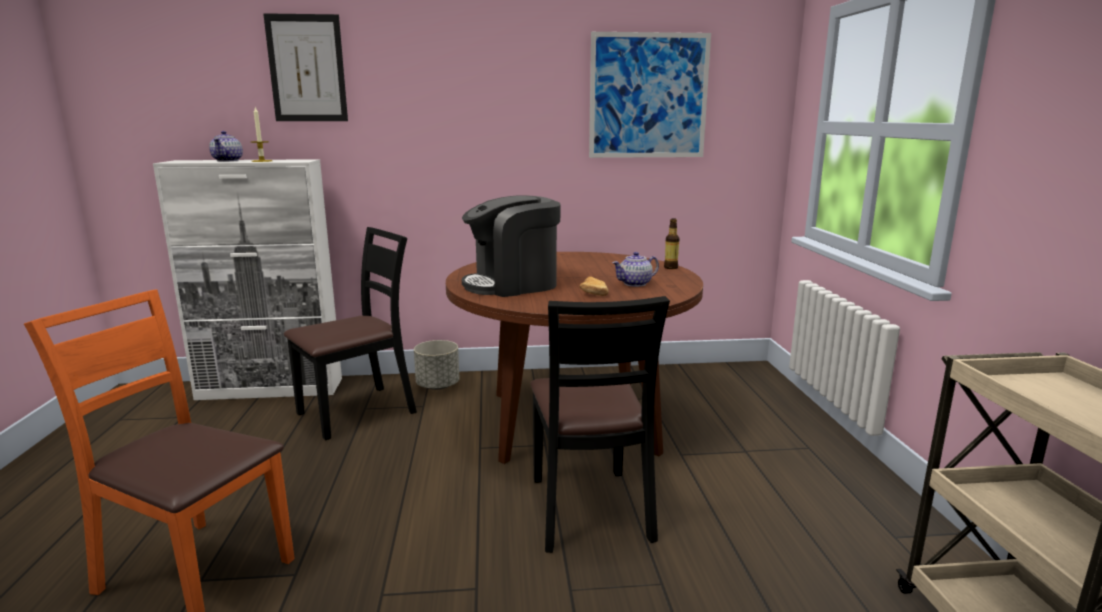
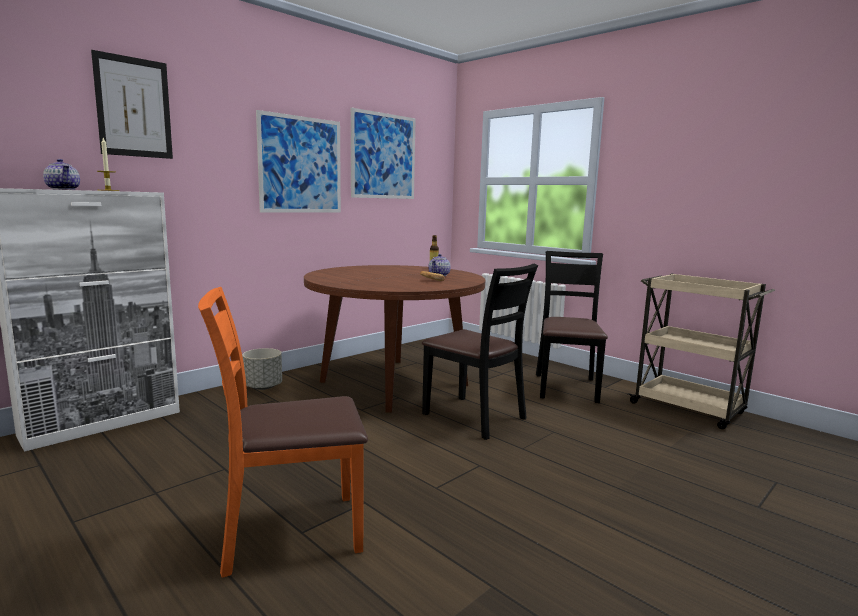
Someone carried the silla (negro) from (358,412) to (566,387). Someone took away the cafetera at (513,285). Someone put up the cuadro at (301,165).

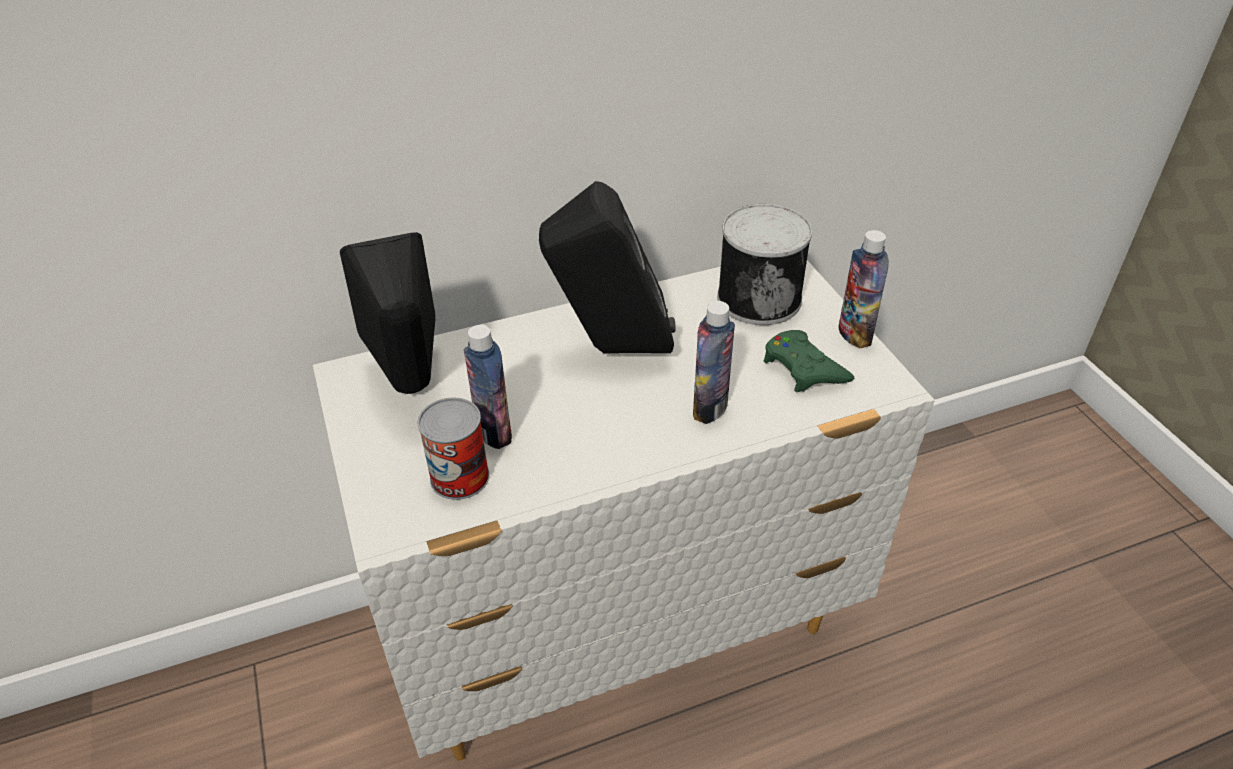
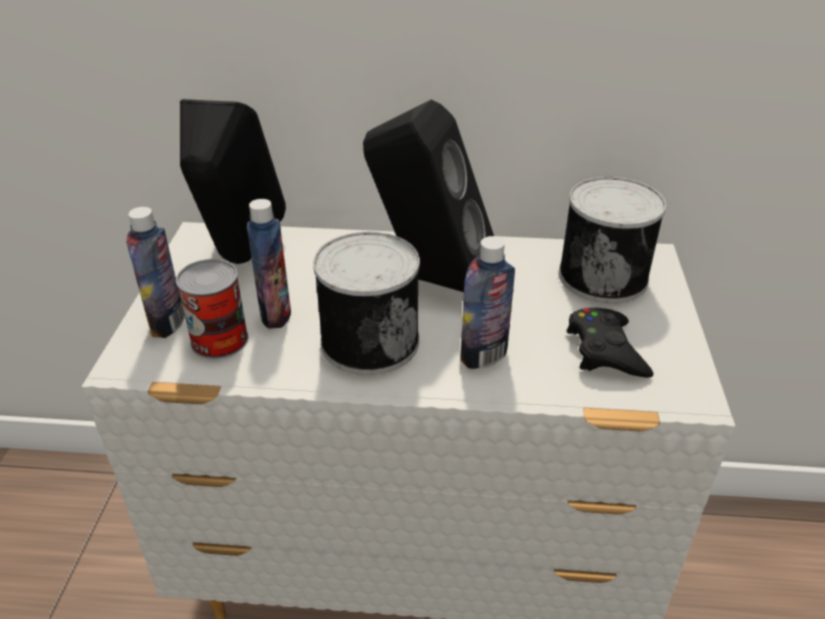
Someone repainted the mando de consola (verde) at (803,368), which became the mando de consola (negro) at (605,350). Someone carried the botella from (854,334) to (167,323). Someone put down the lata at (368,340).

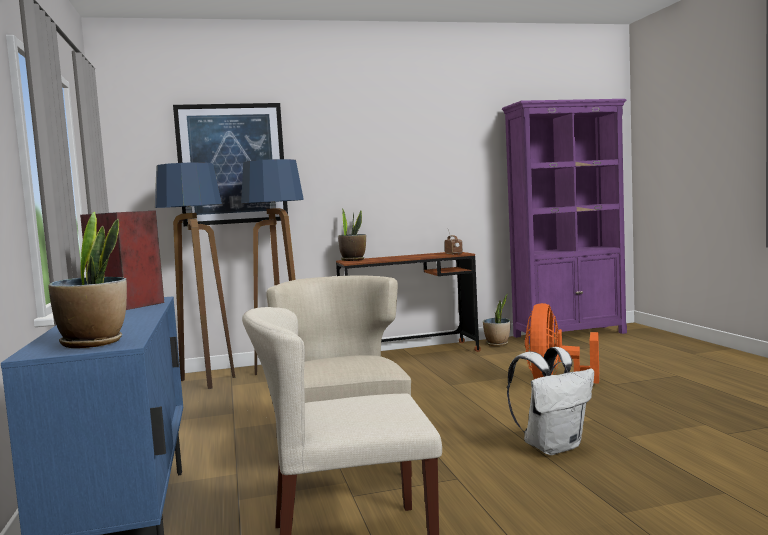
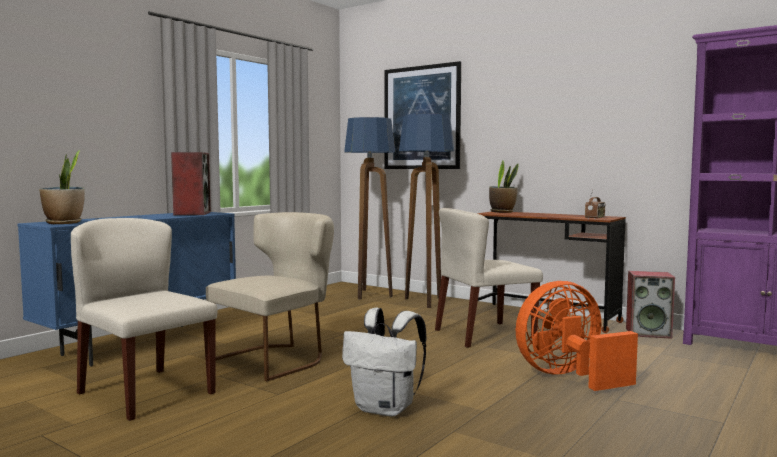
Someone swapped the planta en maceta at (497,344) for the altavoz at (649,333). Someone put down the silla (beis) at (484,334).

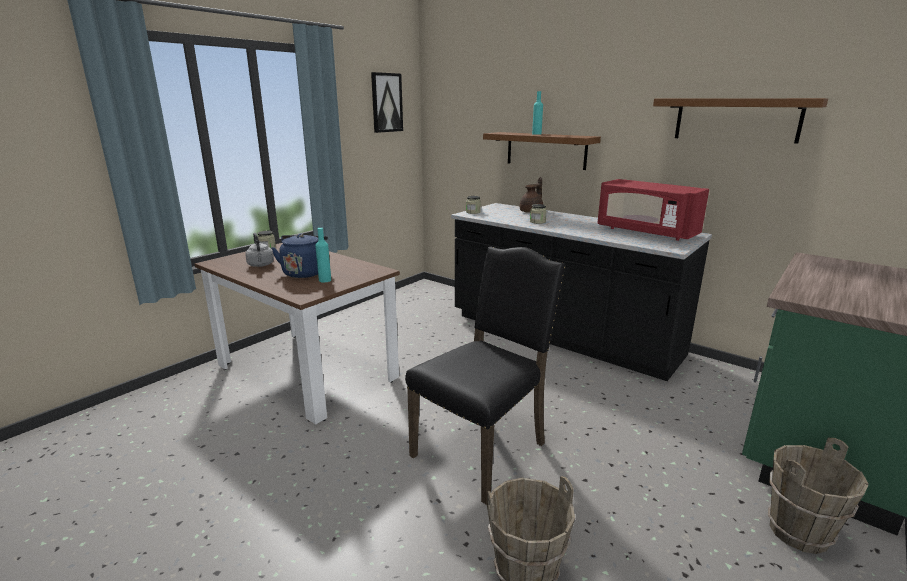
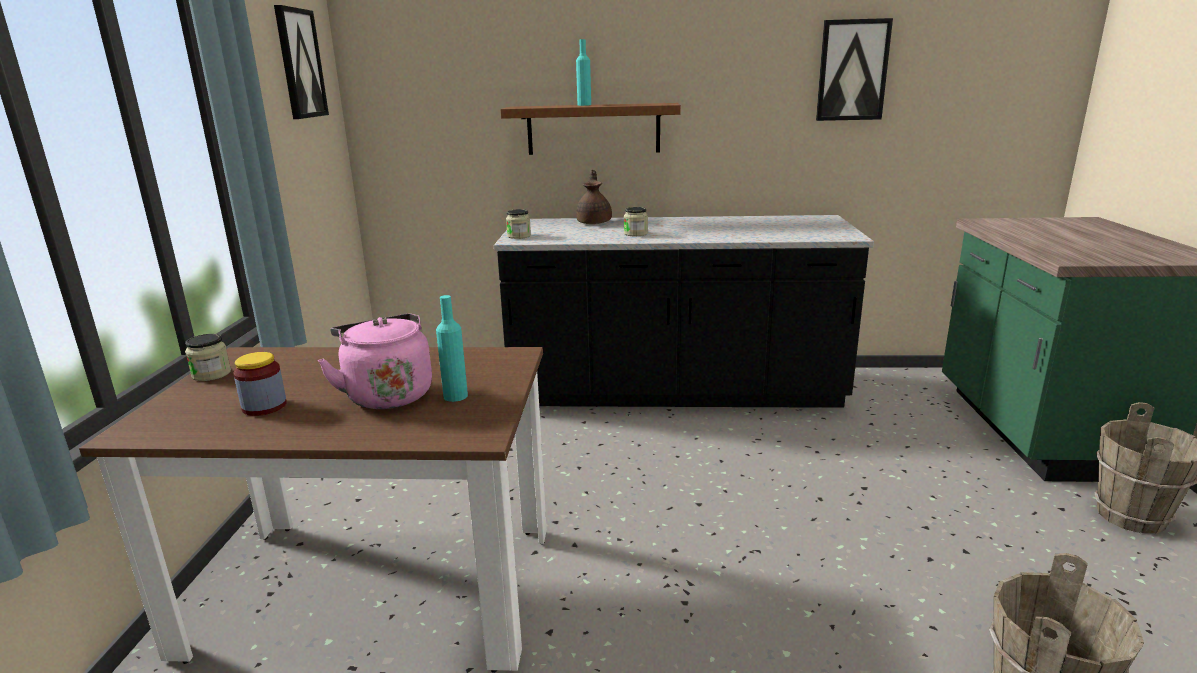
Someone swapped the hervidor (gris) at (261,265) for the tarro at (264,406). Someone repainted the hervidor (azul) at (304,272), which became the hervidor (rosa) at (387,394). Someone took away the silla (negro) at (483,449). Someone took away the microondas (rojo) at (645,232). Someone swapped the estante (marrón) at (736,119) for the cuadro at (852,70).

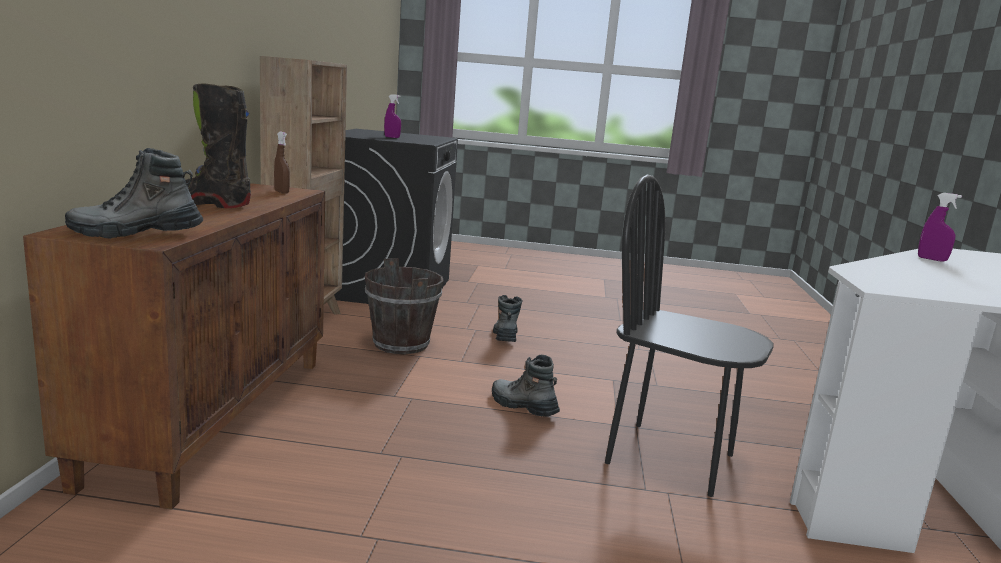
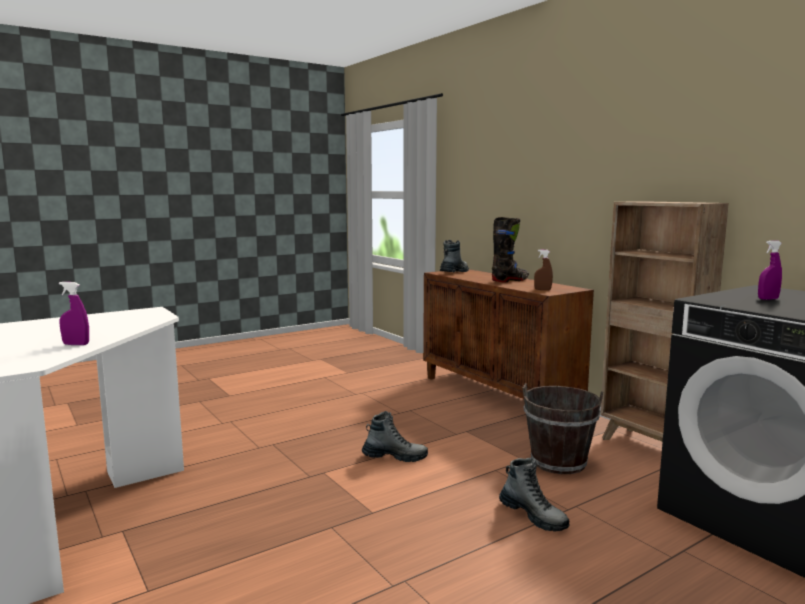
Someone took away the silla (negro) at (670,458).

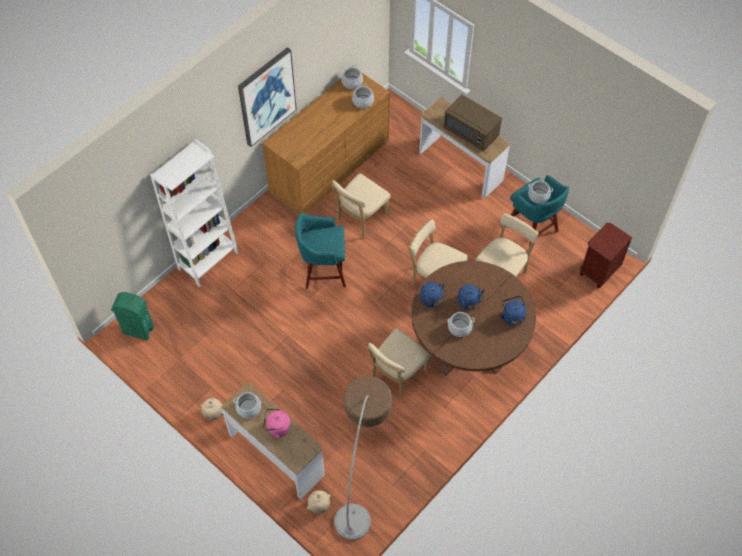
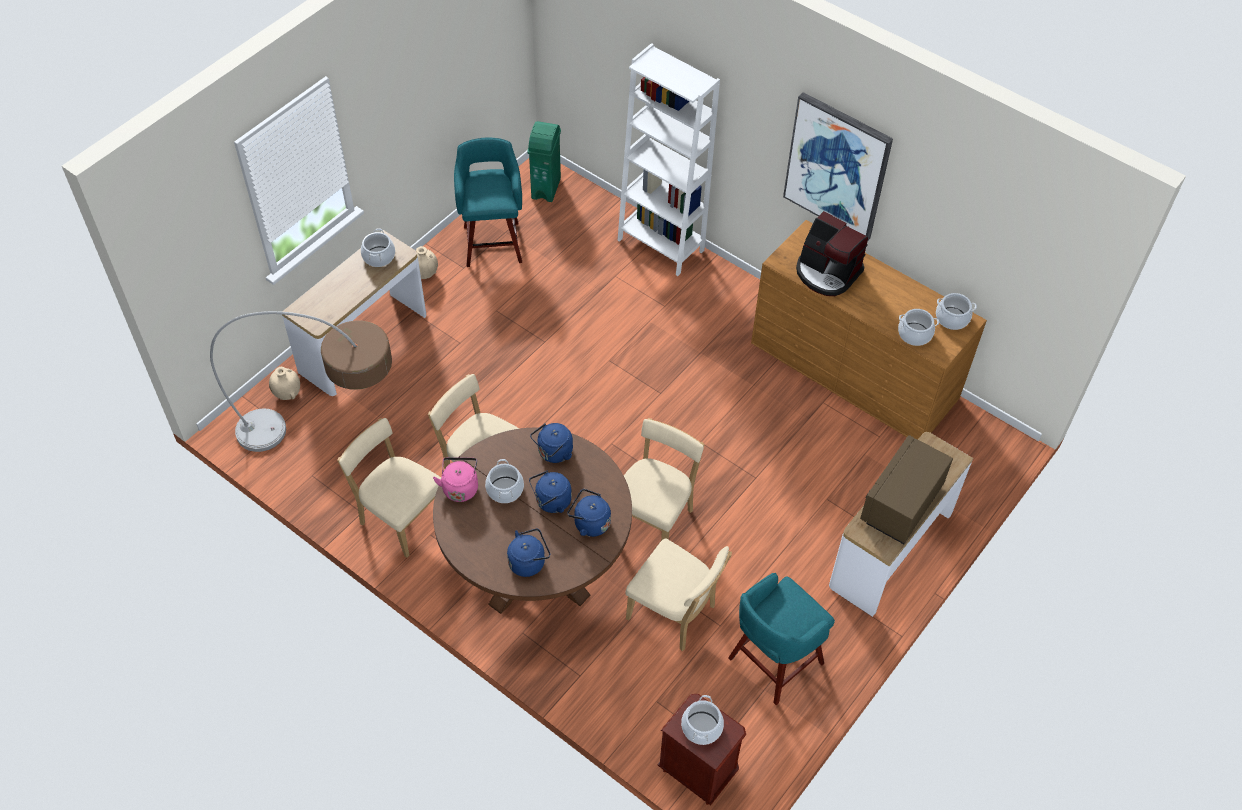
Someone carried the hervidor (rosa) from (277,428) to (460,487). Someone carried the taburete (turquesa) from (323,271) to (492,242). Someone carried the silla (beis) from (360,219) to (400,518). Someone carried the olla from (538,196) to (701,727). Someone put down the hervidor (azul) at (589,523). Someone put down the cafetera at (827,273).

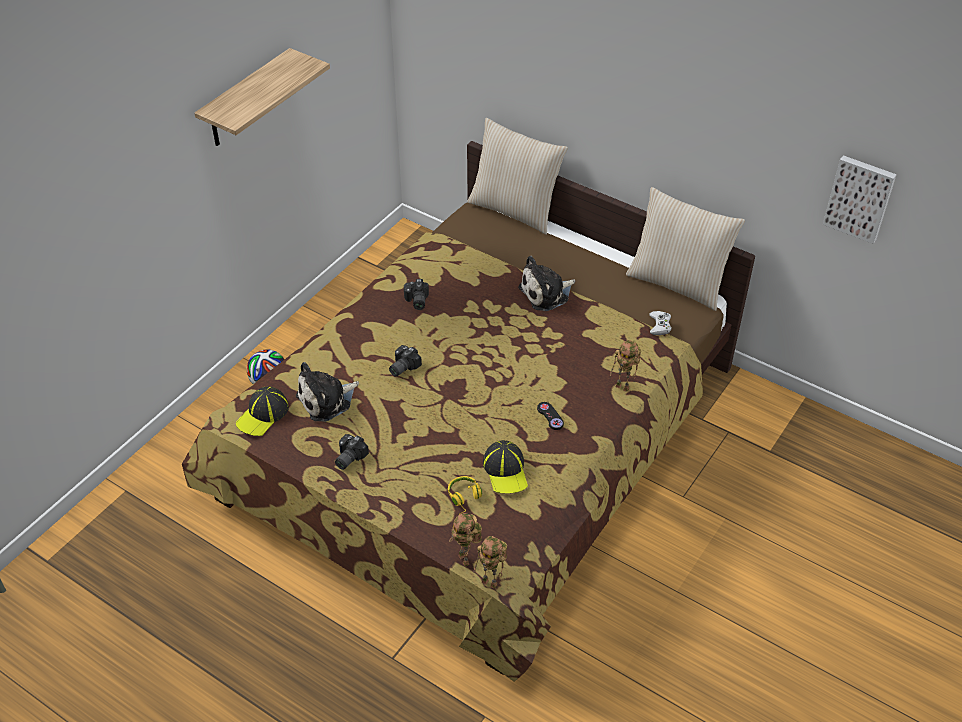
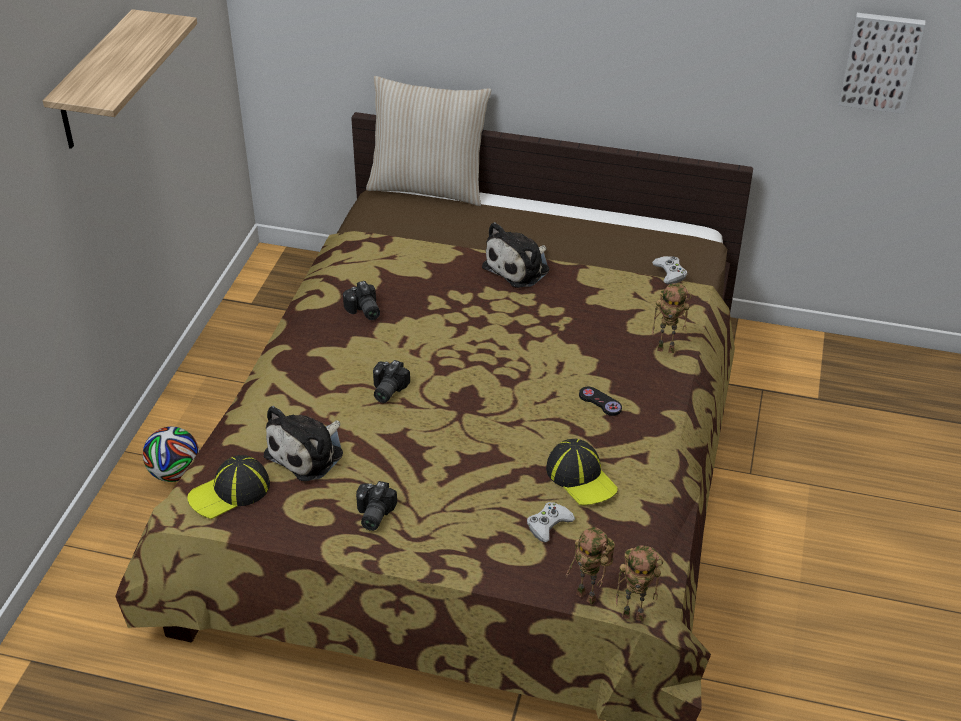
Someone rotated the gorra at (263,415) by 45 degrees clockwise. Someone swapped the auriculares (amarillo) at (464,499) for the mando de consola (blanco) at (548,525). Someone took away the cojín (beis) at (677,283).

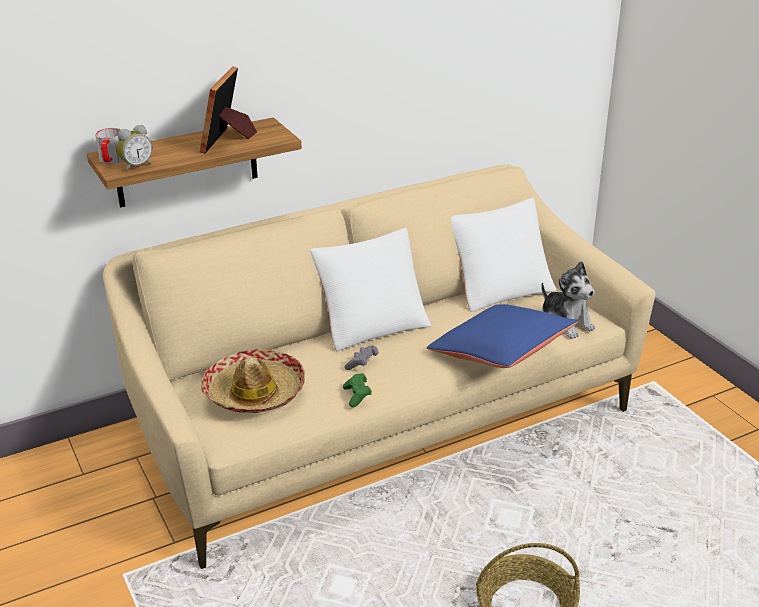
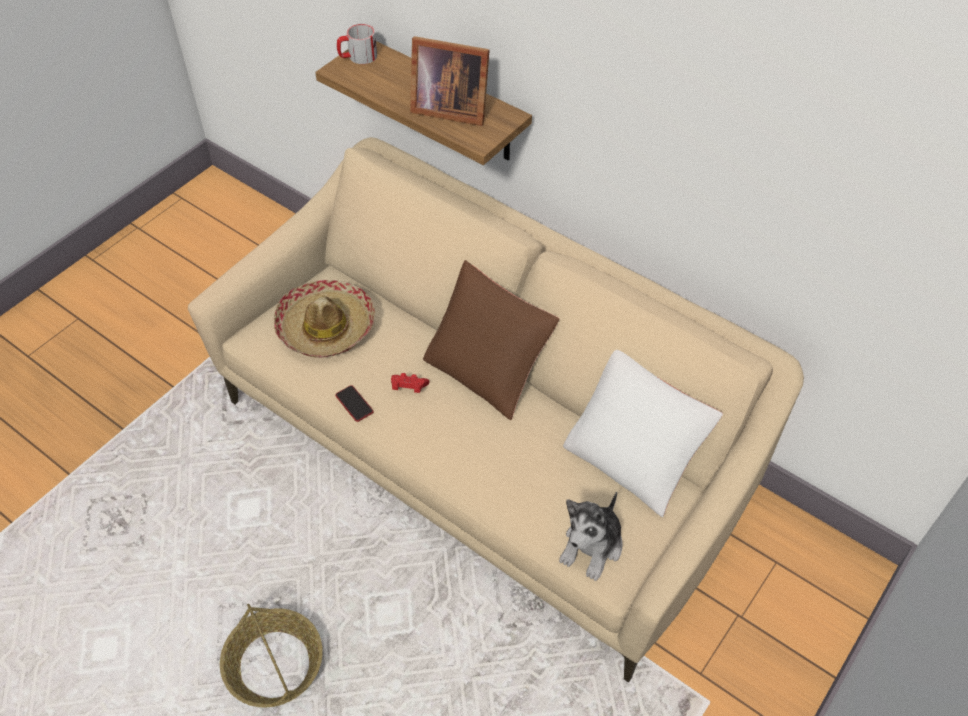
Someone took away the despertador at (136,166). Someone rotated the portarretratos at (228,140) by 150 degrees counterclockwise. Someone repainted the cojín (blanco) at (372,324), which became the cojín (marrón) at (487,369). Someone swapped the mando de consola (verde) at (357,396) for the móvil at (354,404). Someone repainted the mando de consola (gris) at (362,364), which became the mando de consola (rojo) at (408,388). Someone took away the cojín (azul) at (500,353).

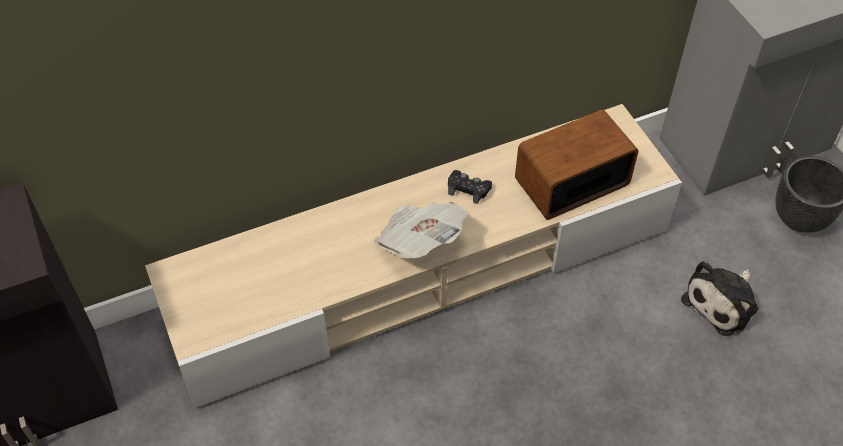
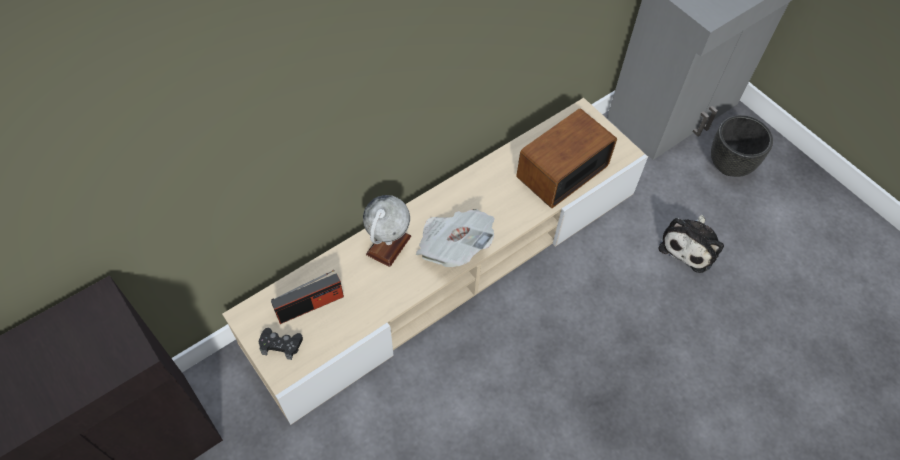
Someone carried the mando de consola (negro) from (468,189) to (281,345). Someone put down the radio at (310,305). Someone put down the globo terráqueo at (388,245).

